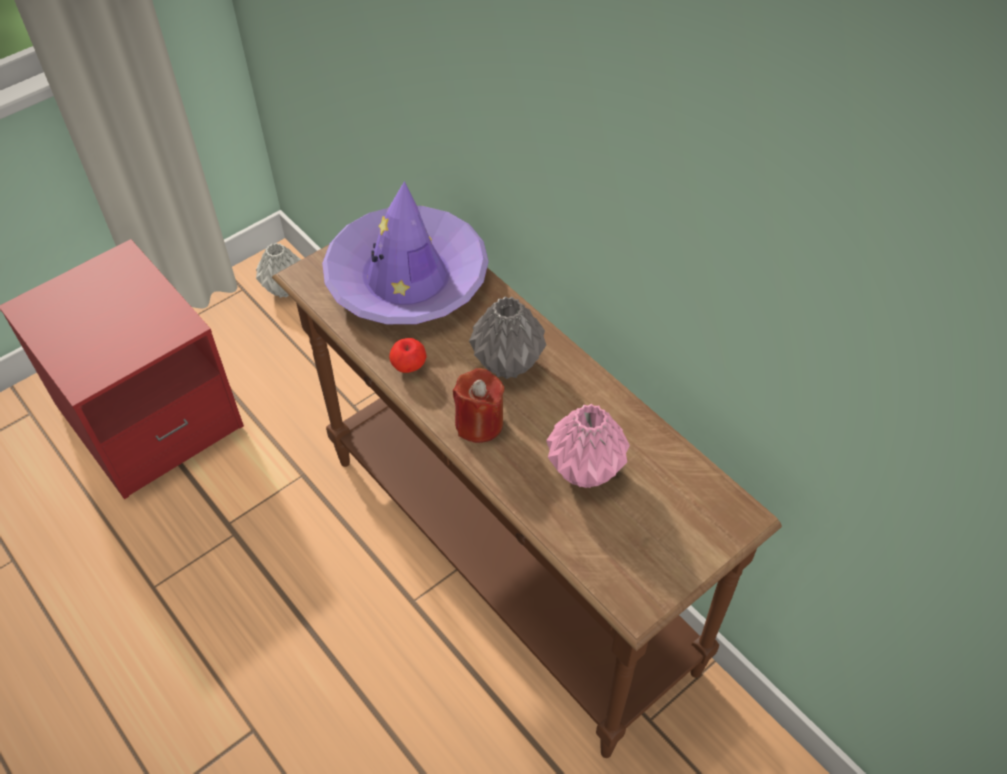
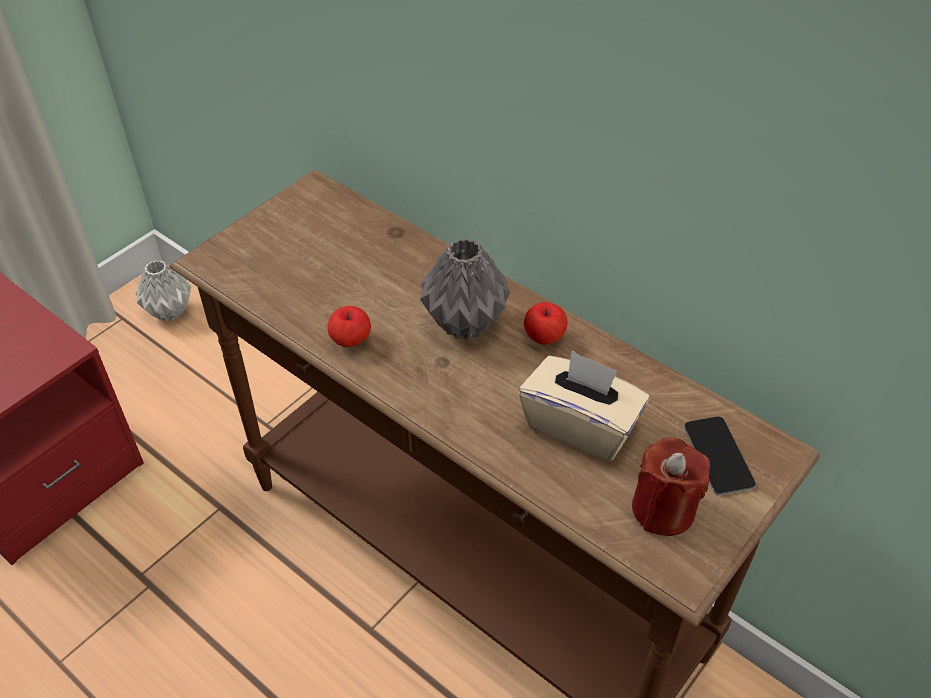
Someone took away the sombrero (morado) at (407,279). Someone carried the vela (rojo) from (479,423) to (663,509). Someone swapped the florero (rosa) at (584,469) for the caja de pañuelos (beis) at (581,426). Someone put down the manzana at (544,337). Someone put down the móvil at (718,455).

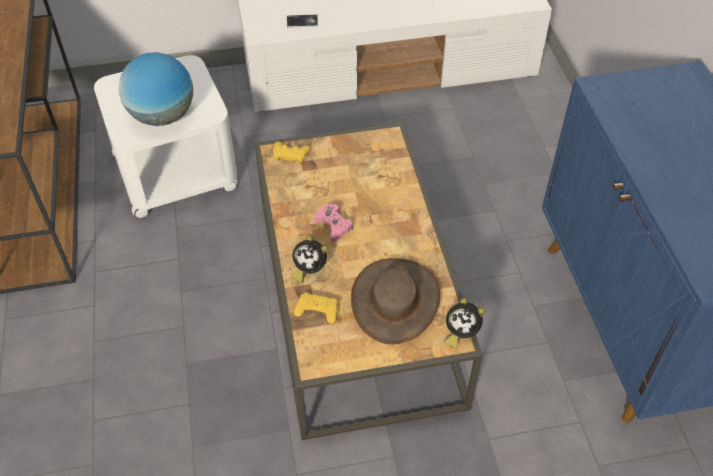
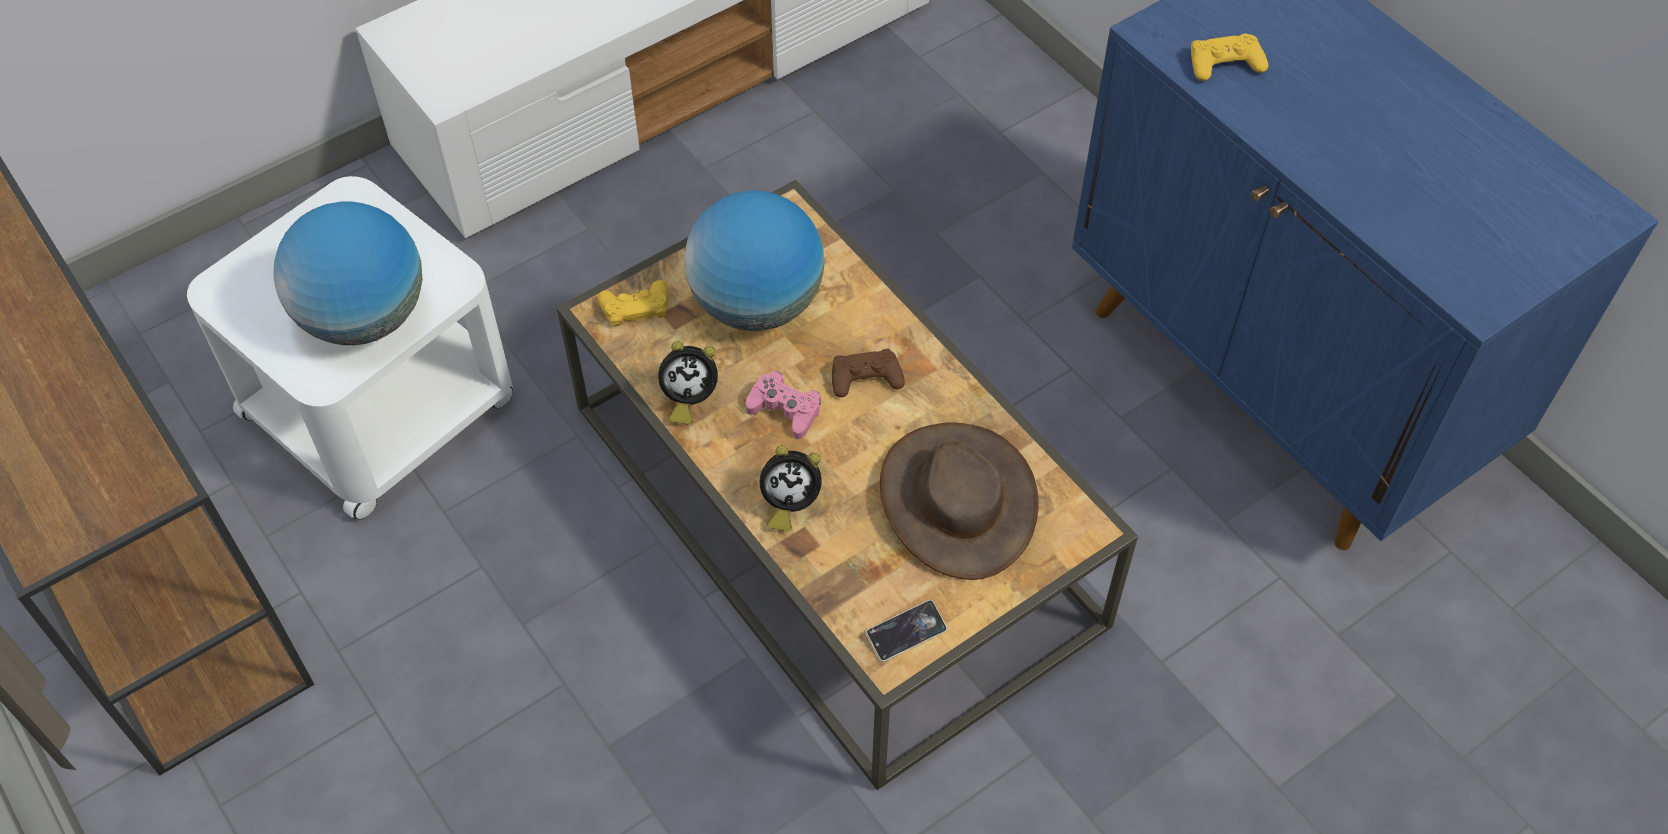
Someone carried the móvil from (302,23) to (906,633). Someone carried the mando de consola (amarillo) from (317,310) to (1225,63). Someone carried the despertador from (460,333) to (688,399). Someone put down the globo terráqueo at (757,305). Someone put down the mando de consola (marrón) at (866,377).

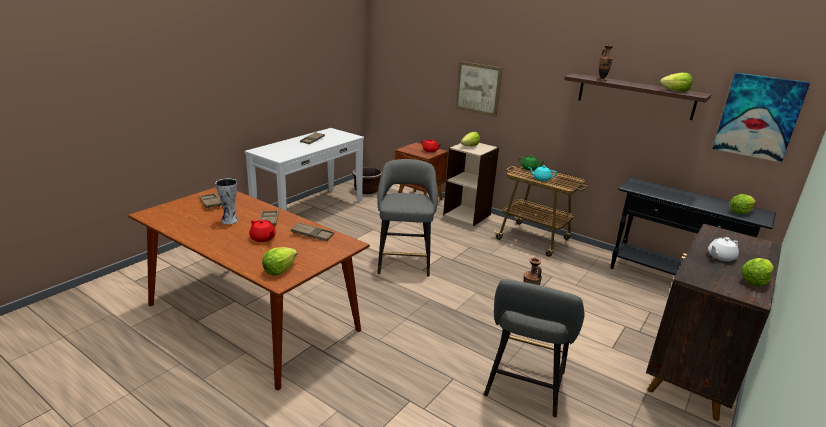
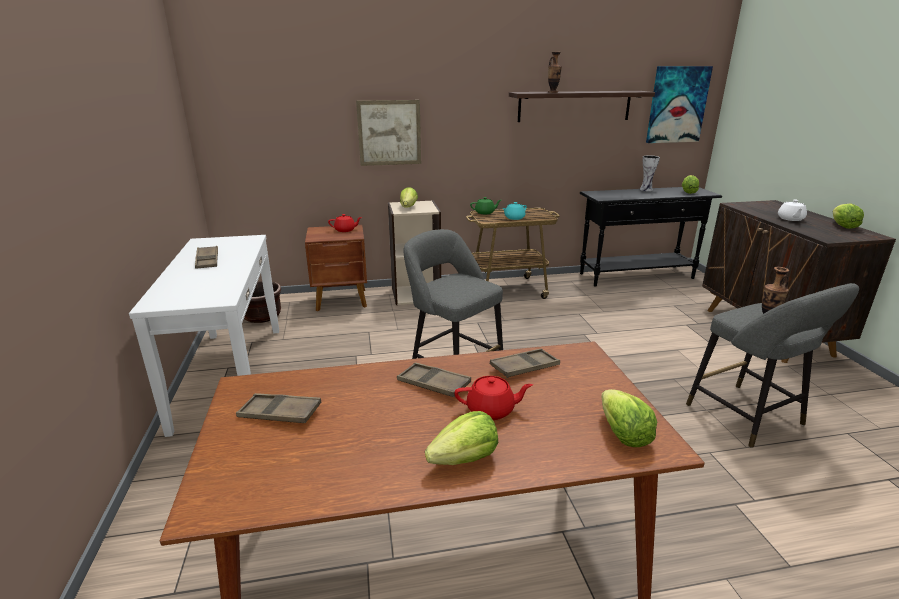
Someone carried the florero from (230,221) to (646,189). Someone carried the lechuga from (675,91) to (465,459).

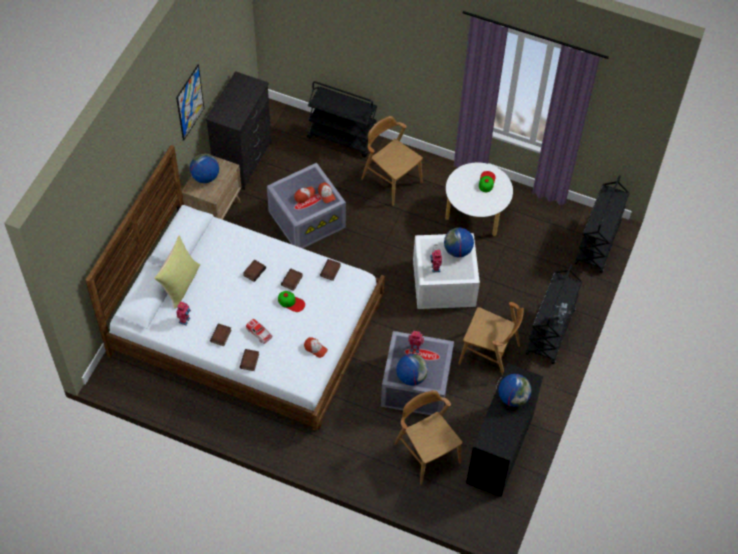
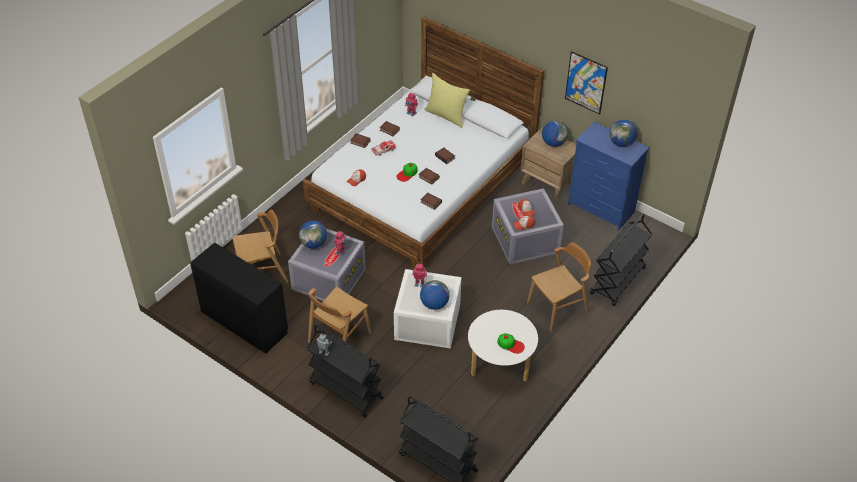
Someone repainted the cómoda (negro) at (243,161), which became the cómoda (azul) at (601,209). Someone carried the globo terráqueo from (513,397) to (621,143).

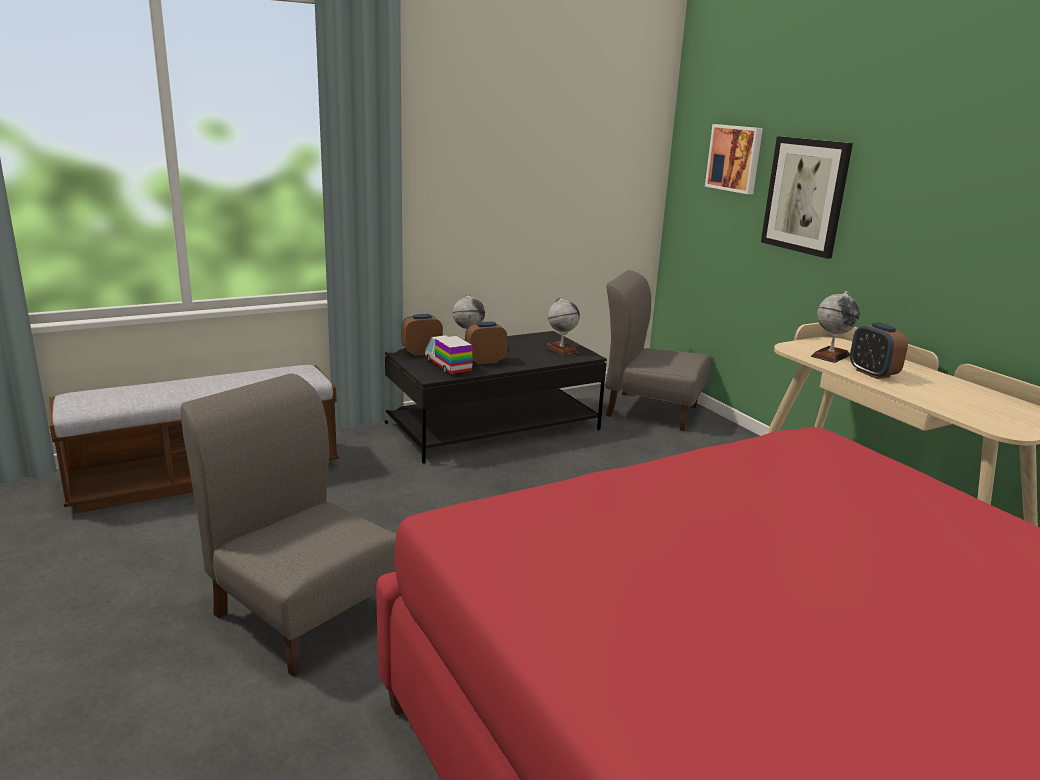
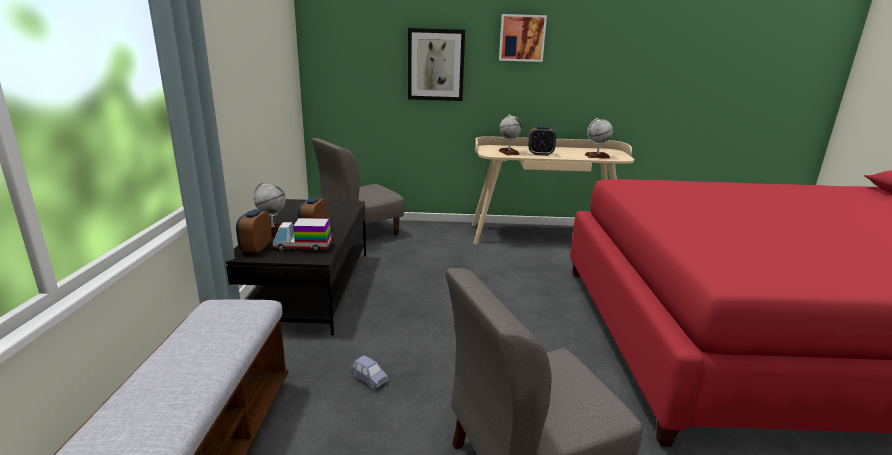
Someone carried the globo terráqueo from (561,349) to (597,156). Someone carried the cuadro from (735,158) to (522,38). Someone put down the coche de juguete (azul) at (369,379).

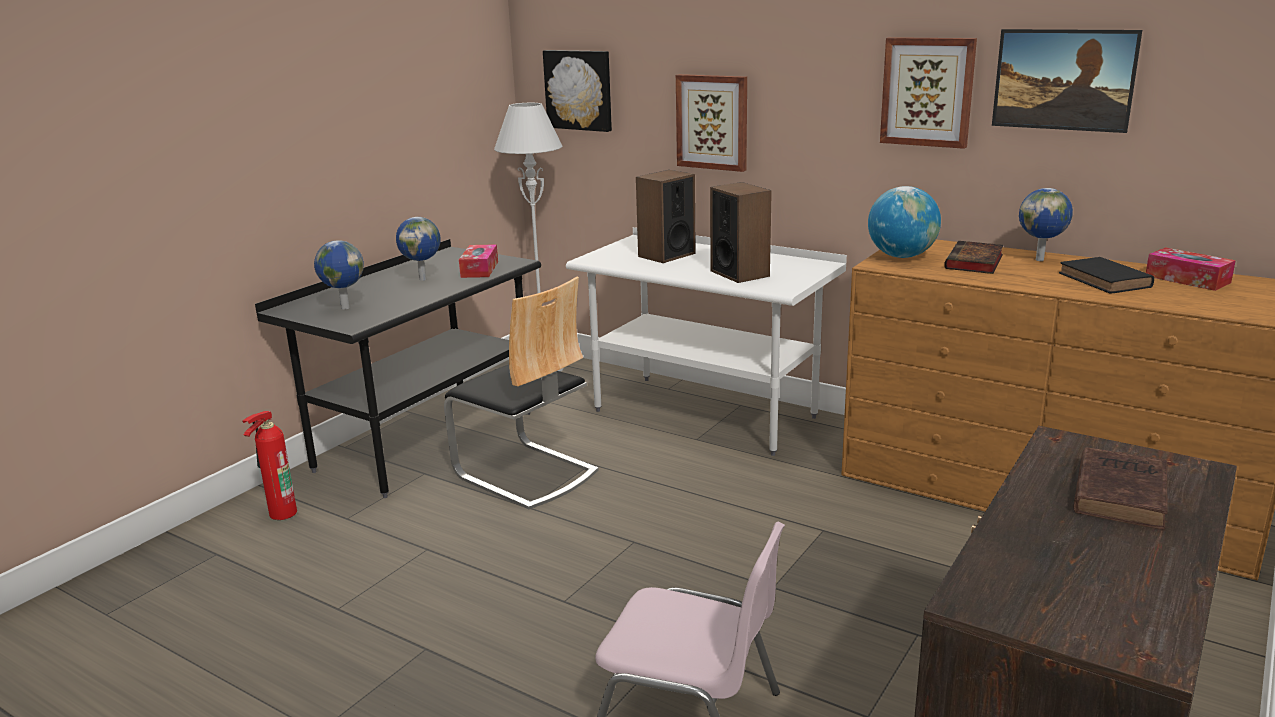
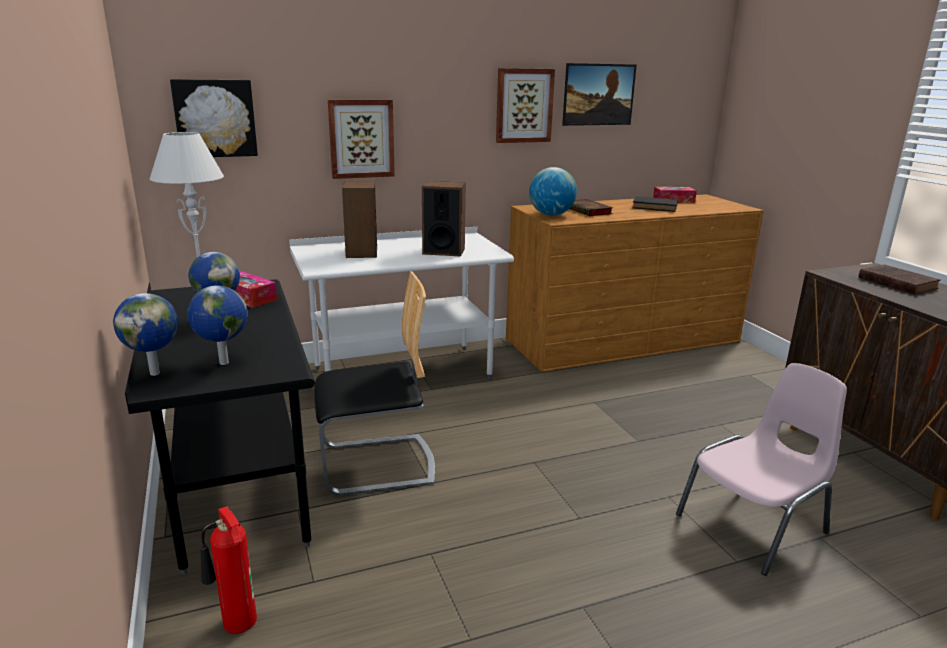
Someone carried the globo terráqueo from (1040,260) to (156,373).

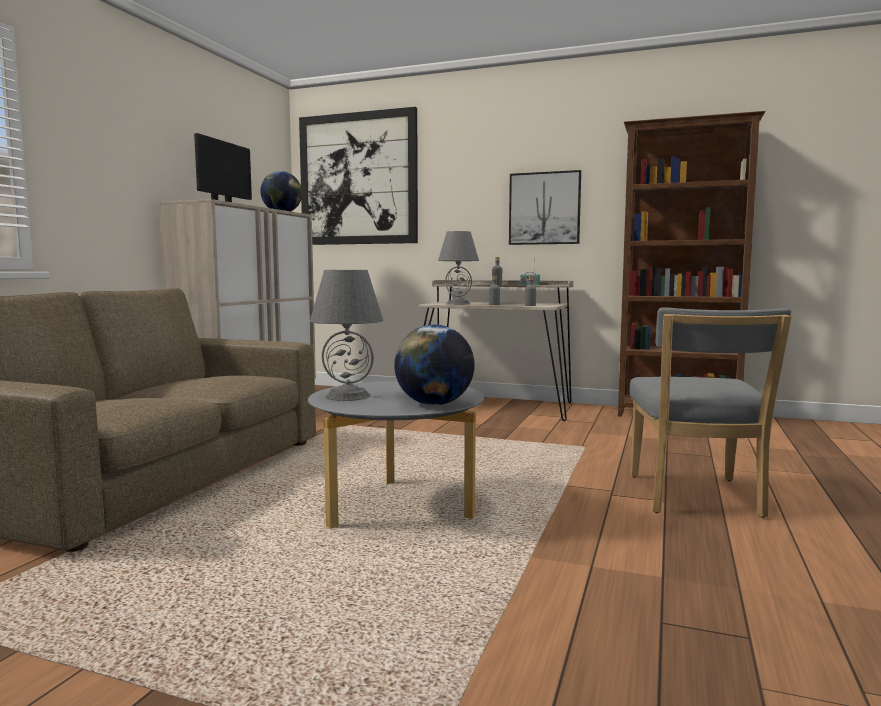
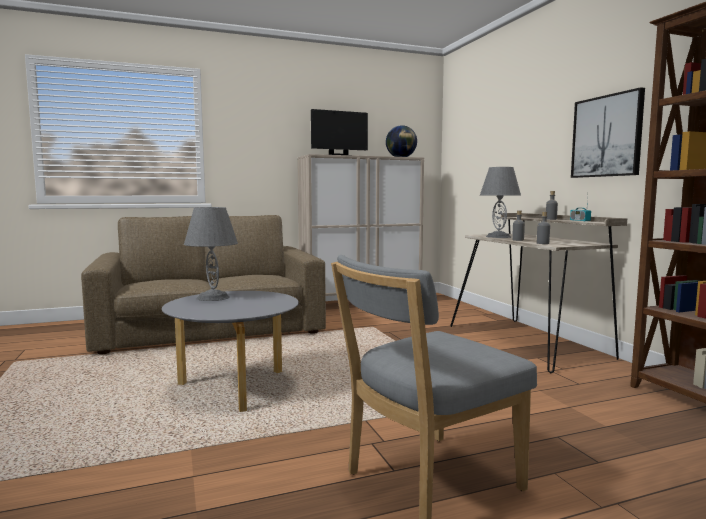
Someone took away the cuadro at (358,179). Someone took away the globo terráqueo at (434,404).

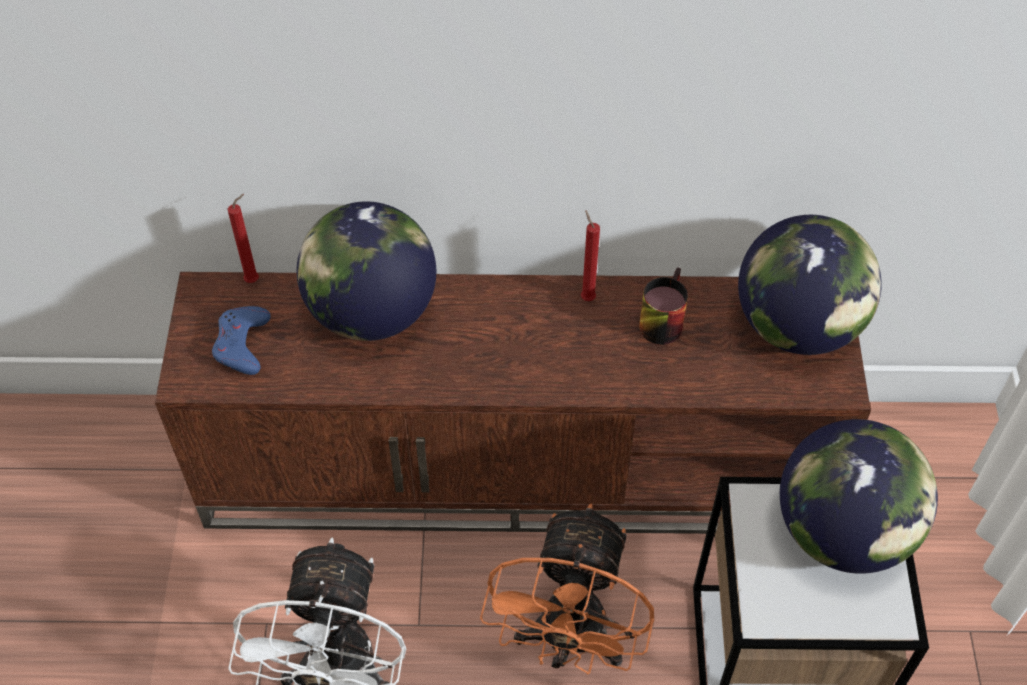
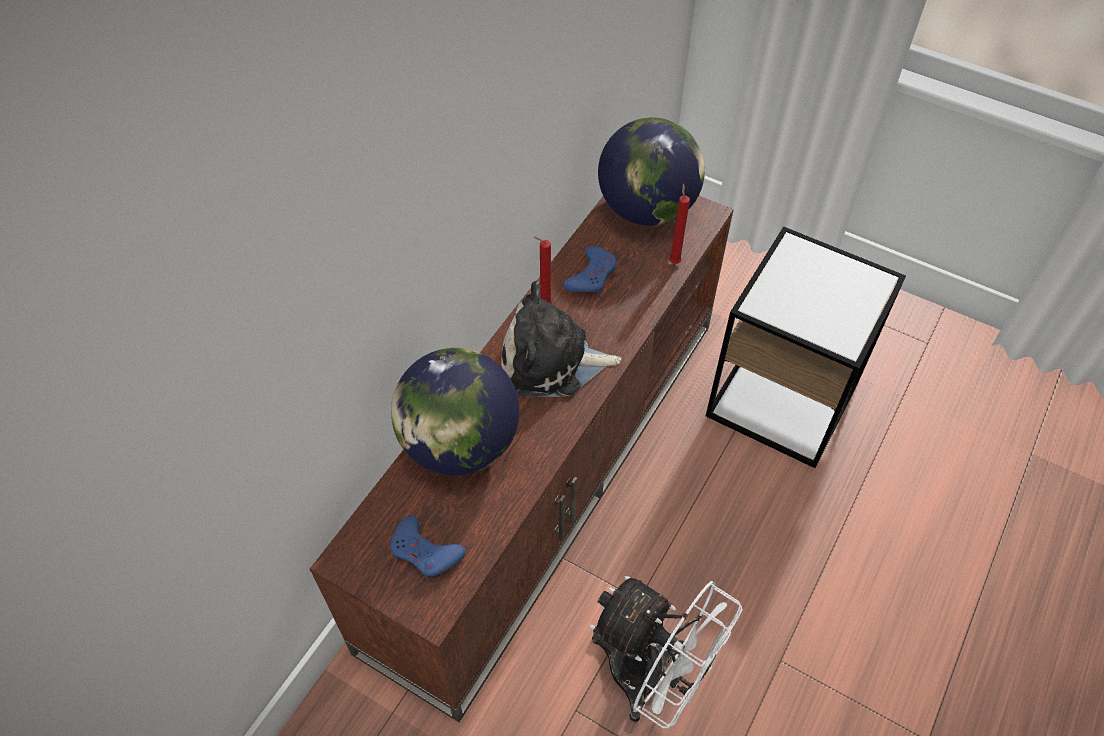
Someone carried the vela (rojo) from (254,280) to (674,261). Someone took away the ventilador (naranja) at (569,643). Someone swapped the taza grande at (659,319) for the mando de consola (azul) at (591,275). Someone took away the globo terráqueo at (843,532). Someone put down the peluche at (551,361).

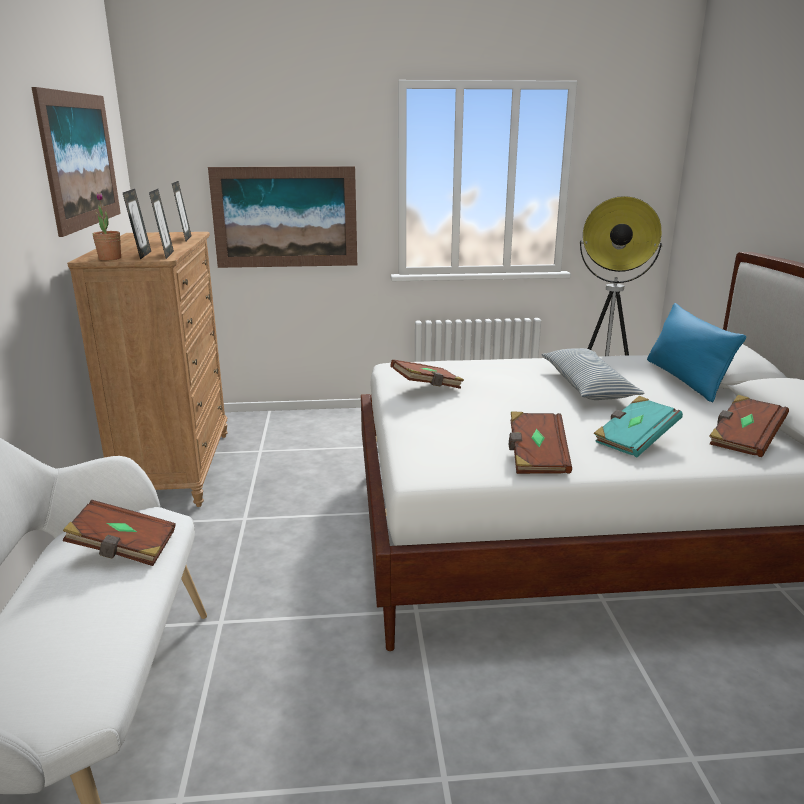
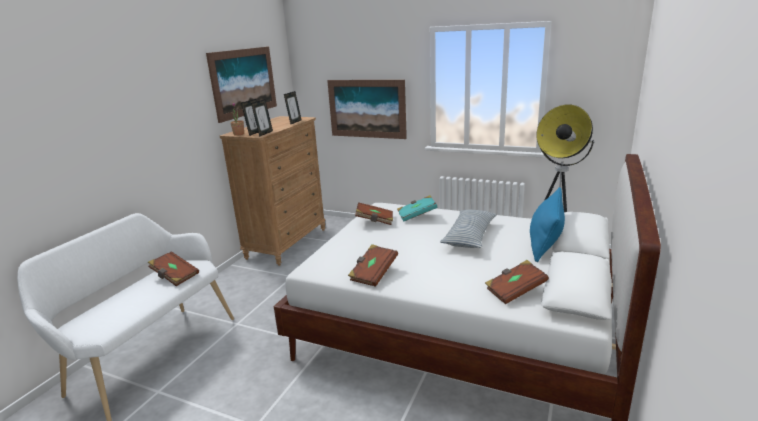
Someone carried the libro (turquesa) from (634,440) to (417,215).

